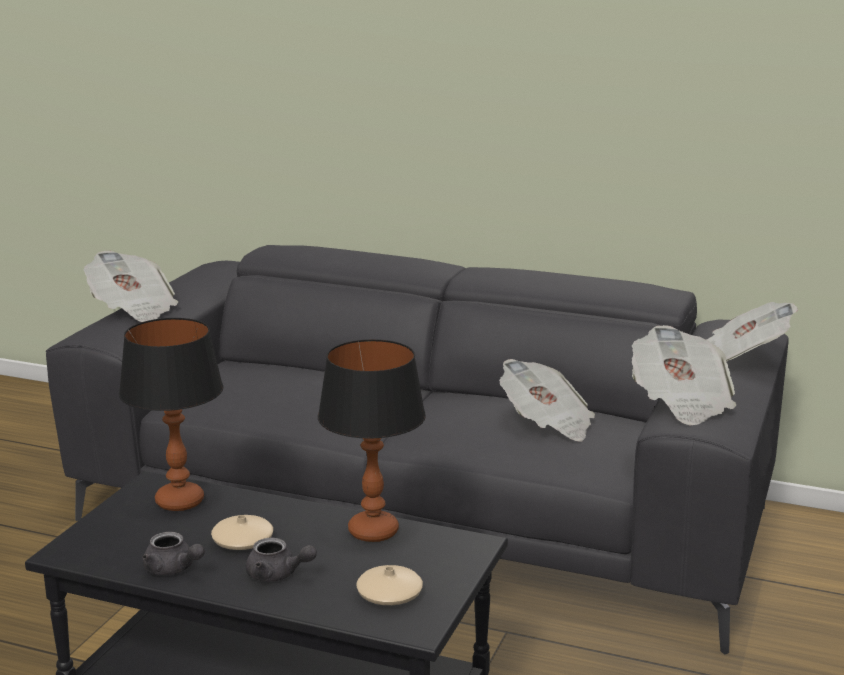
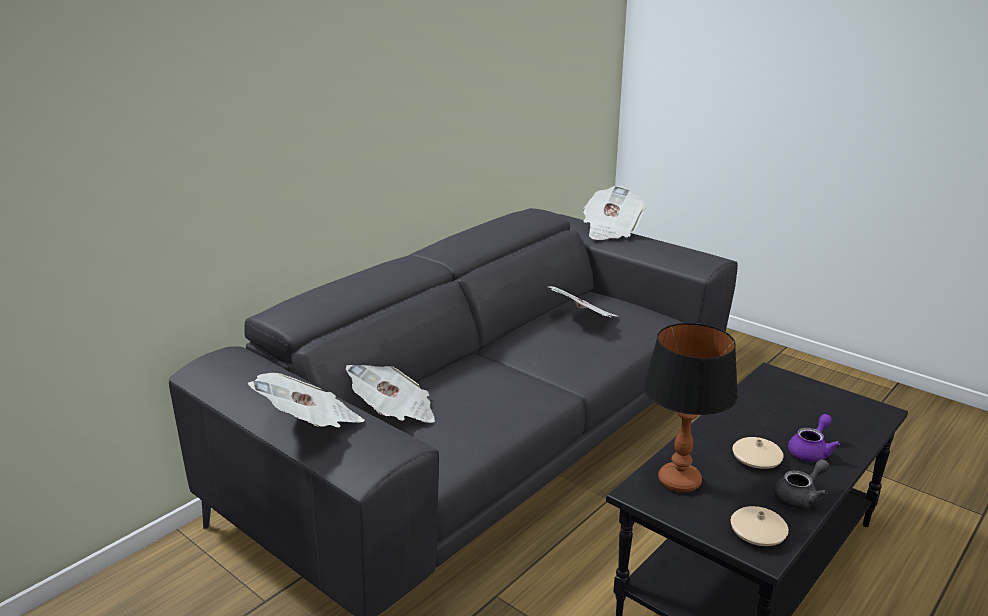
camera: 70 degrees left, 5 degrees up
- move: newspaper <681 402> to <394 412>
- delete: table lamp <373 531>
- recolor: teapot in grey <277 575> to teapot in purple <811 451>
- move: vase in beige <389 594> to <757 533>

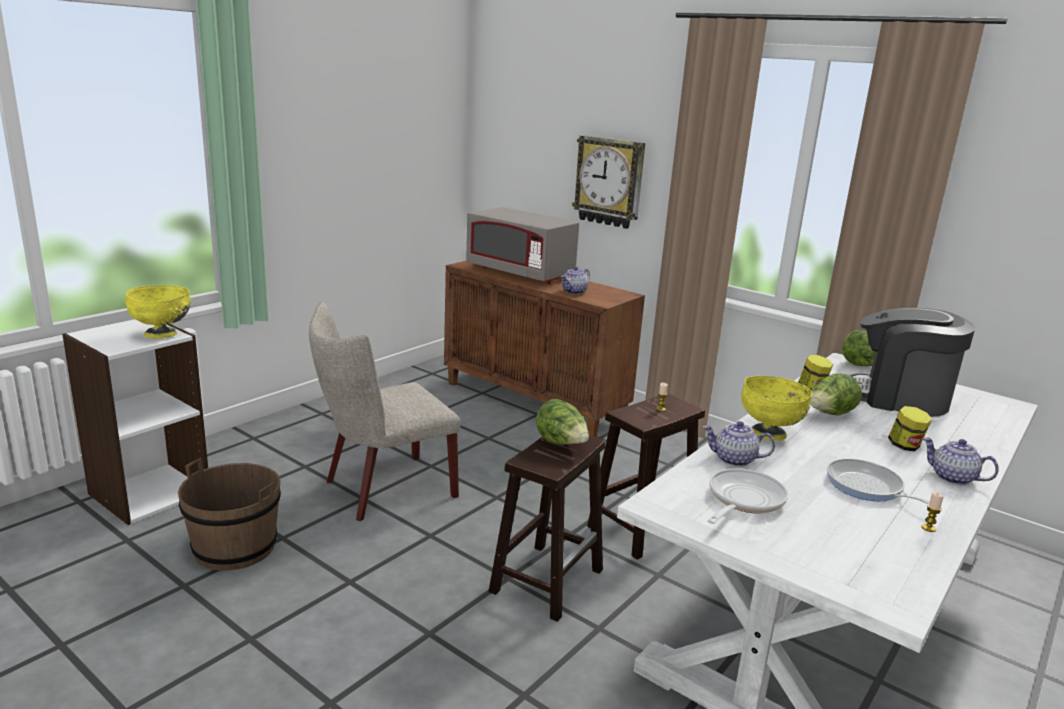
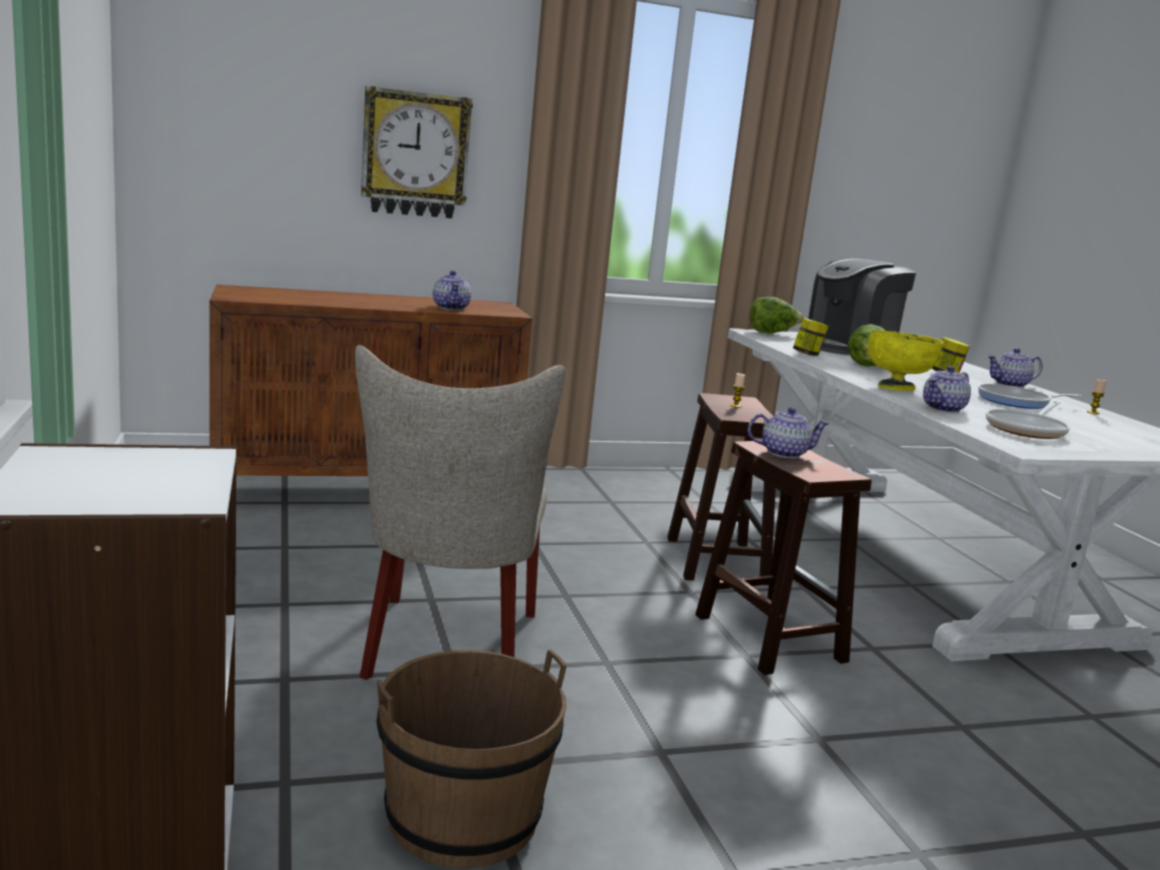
camera: 55 degrees left, 5 degrees down
- delete: microwave in grey <520 273>
- delete: bowl in yellow <162 335>
- replace: lettuce <561 444> to teapot <784 453>
- rotate: frying pan <743 500> = <1028 430> 120 degrees counterclockwise

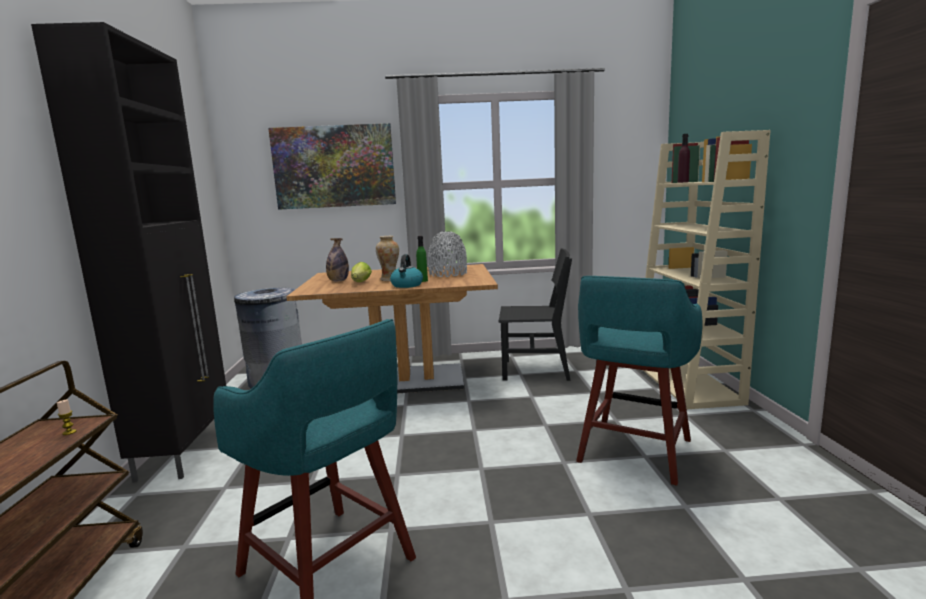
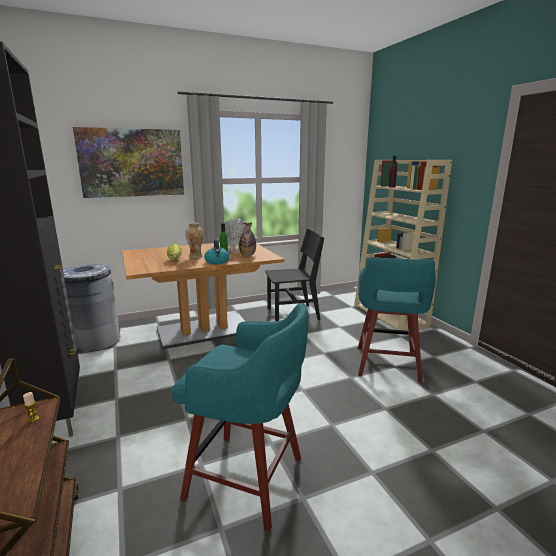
camera: 20 degrees left, 5 degrees up
- move: bottle <338 281> to <247 255>

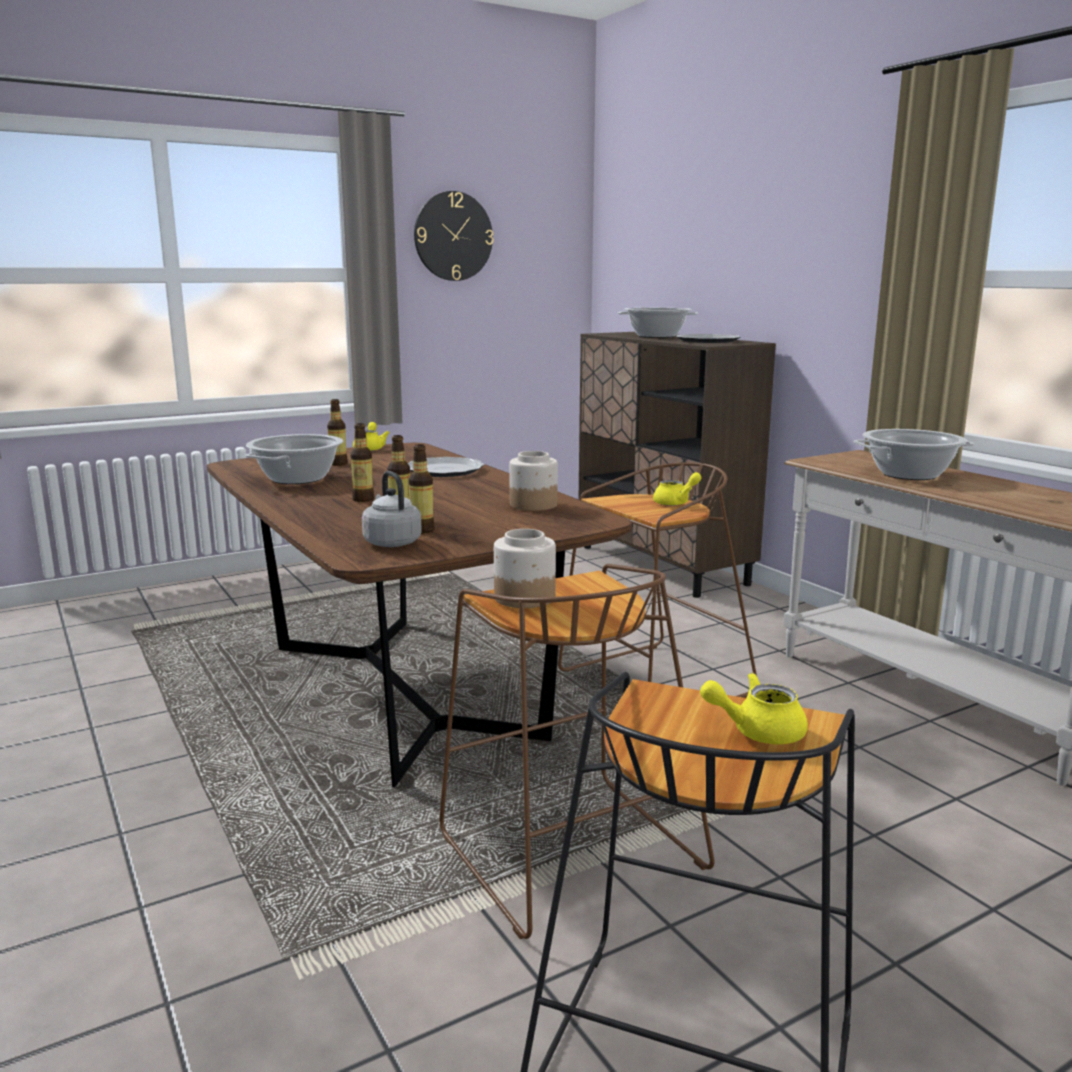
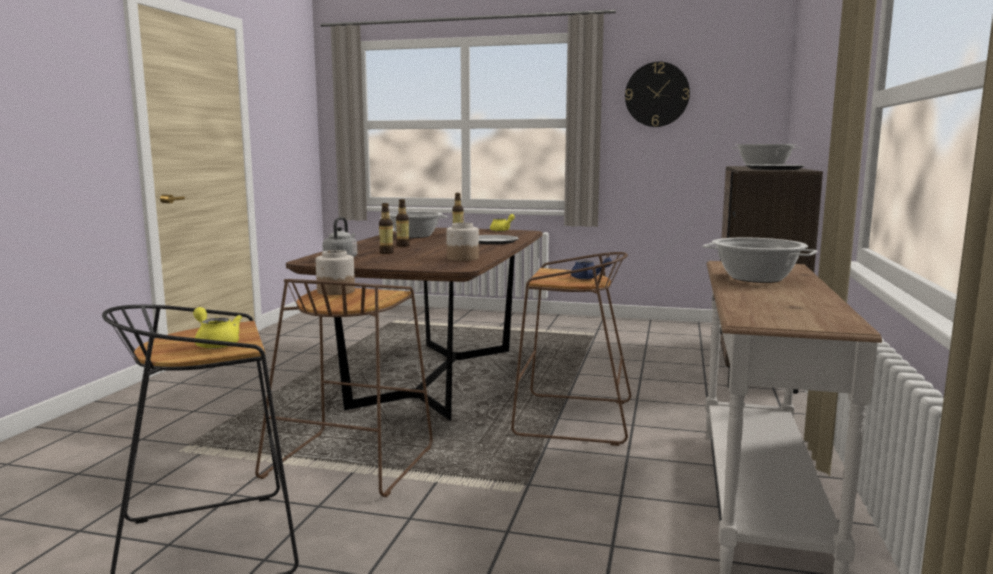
camera: 45 degrees right, 5 degrees down
- delete: bottle <422 530>
- recolor: teapot in yellow <676 502> to teapot in blue <588 278>

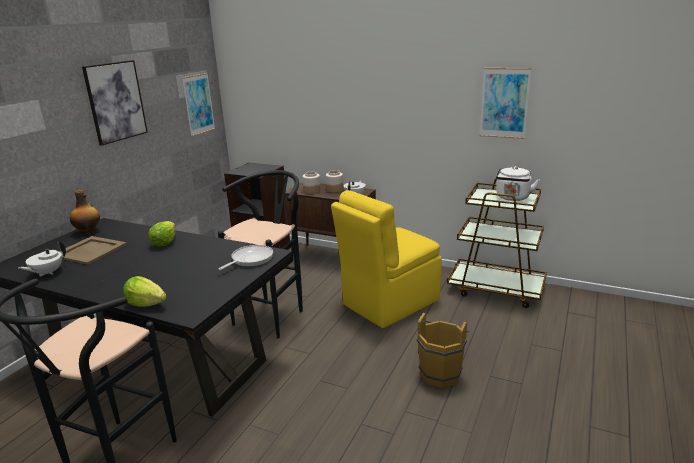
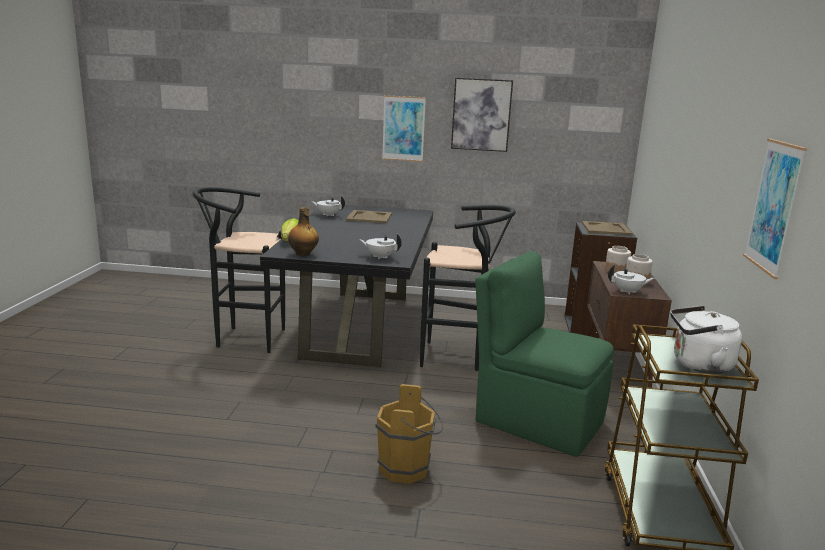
camera: 70 degrees right, 5 degrees down
- move: picture <198 104> to <403 128>
- move: bottle <88 231> to <303 254>
- recolor: chair in yellow <388 303> to chair in green <536 420>
- delete: lettuce <164 243>
- replace: frying pan <250 259> to teapot in white <380 257>
- insert: tray in beige <606 229>

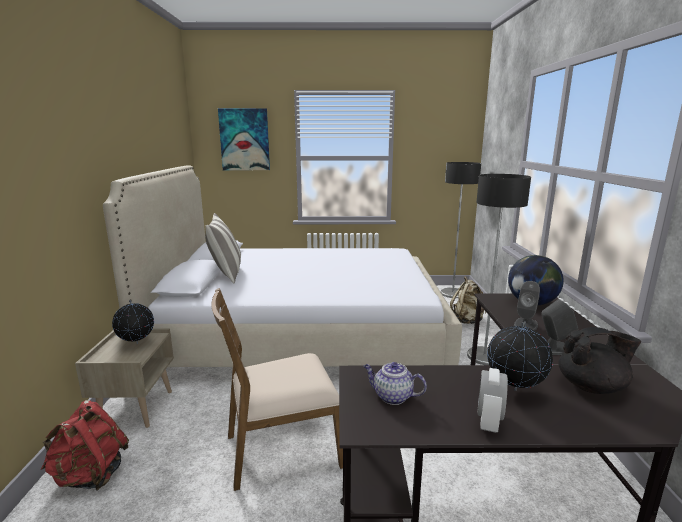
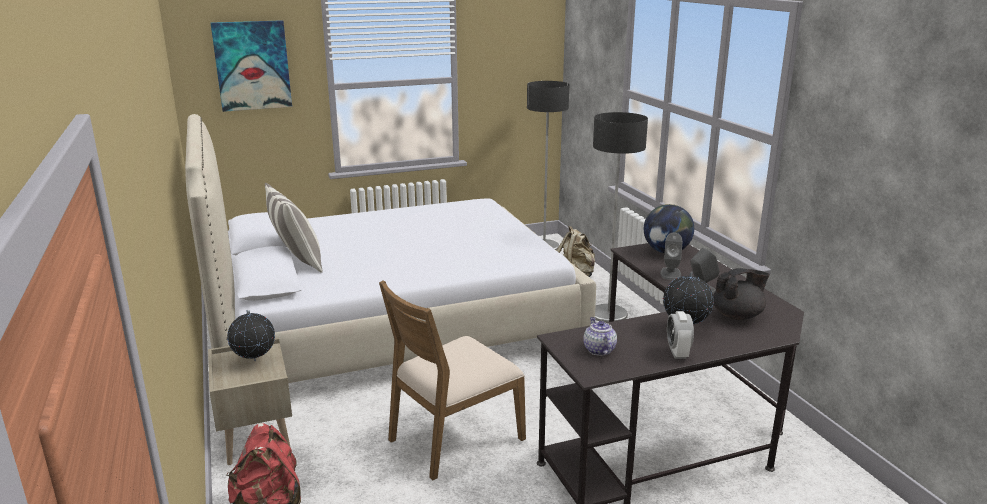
camera: 20 degrees left, 5 degrees up
- rotate: teapot <392 396> = <598 350> 75 degrees clockwise

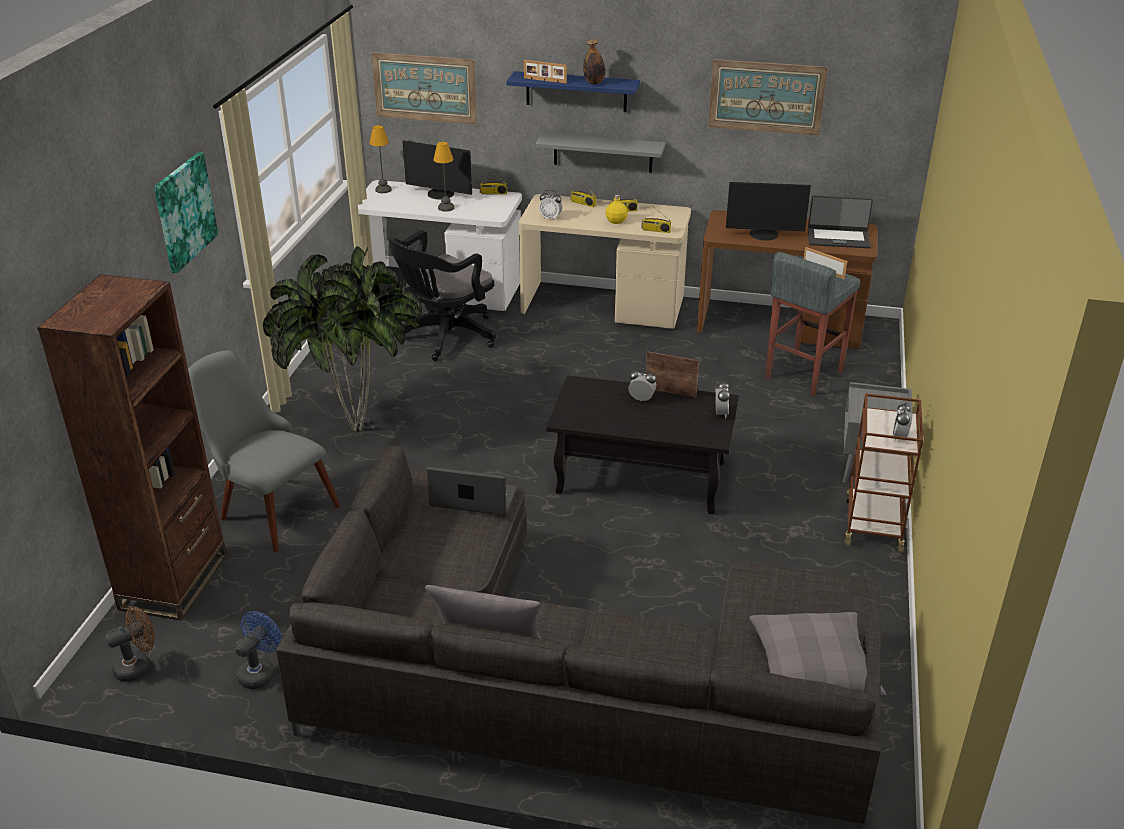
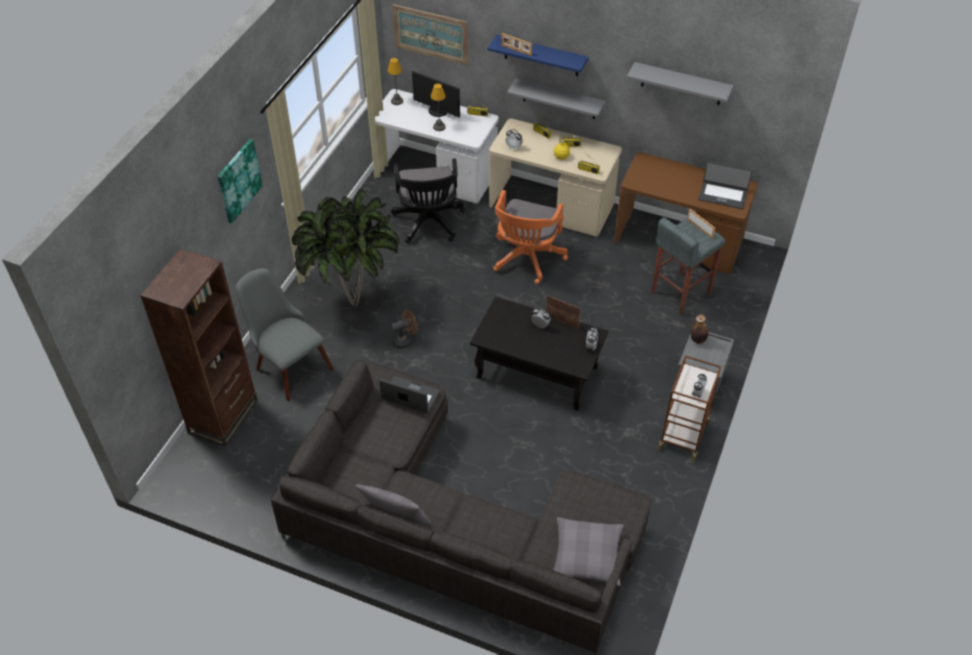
camera: 10 degrees right, 15 degrees up
- move: bottle <594 83> to <698 340>
- replace: picture <766 97> to shelf in grey <681 84>
- delete: monitor <764 235>
- rotate: office chair in black <444 337> = <429 224> 60 degrees counterclockwise
- move: fan in brown <138 666> to <405 340>
- delete: fan in blue <260 672>
- insert: office chair in orange <526 260>

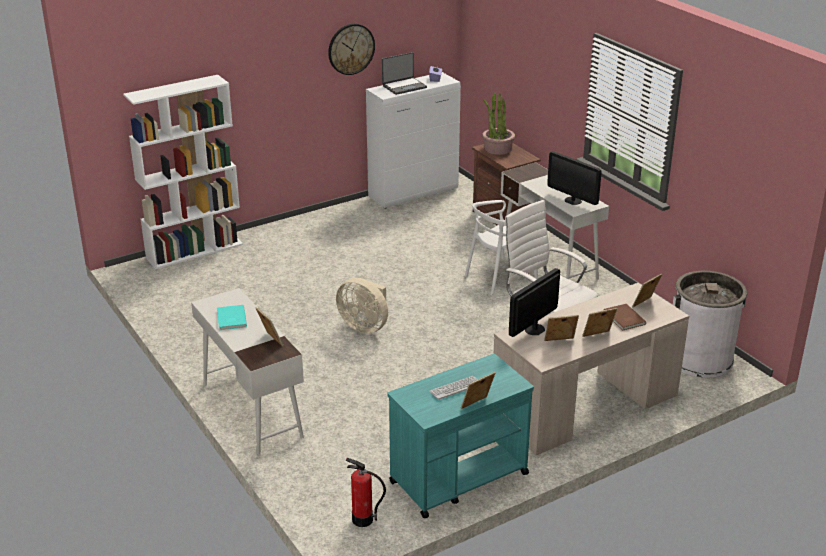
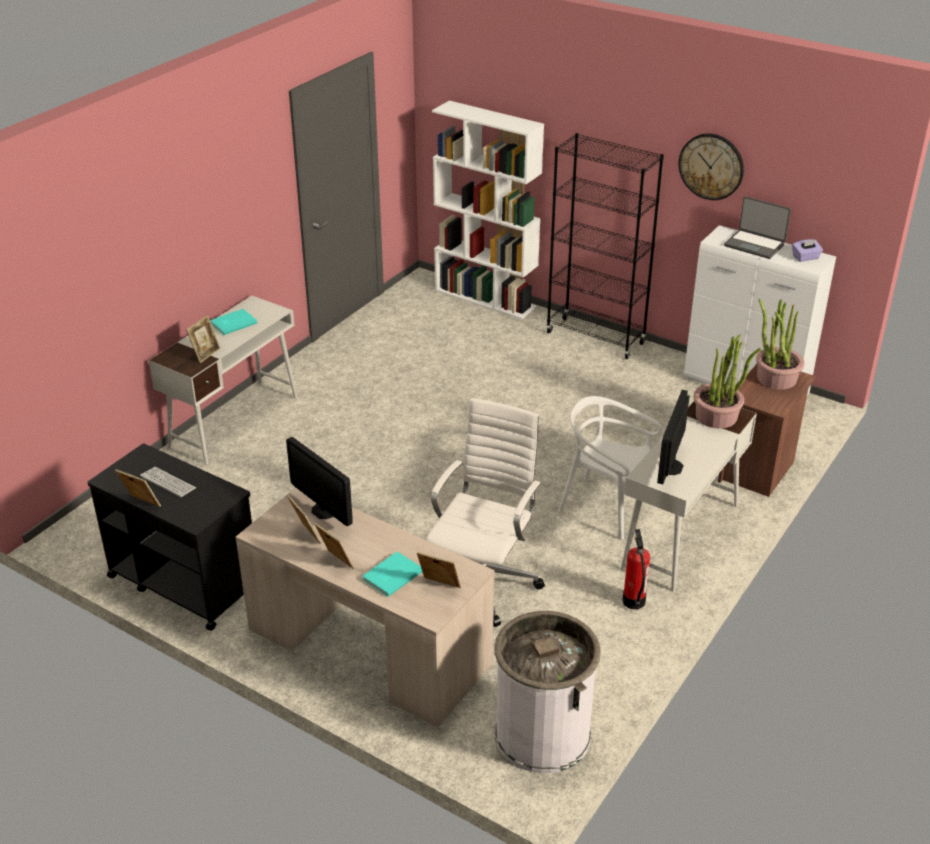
camera: 65 degrees right, 5 degrees up
- rotate: monitor <534 329> = <324 510> 150 degrees counterclockwise
- delete: fan in beige <365 326>
- recolor: book in brown <623 319> to book in turquoise <391 575>
- recolor: cart in turquoise <458 478> to cart in black <183 582>
- move: fire extinguisher <362 520> to <633 601>
- insert: bookcase in black <595 338>
- insert: potted plant <717 416>

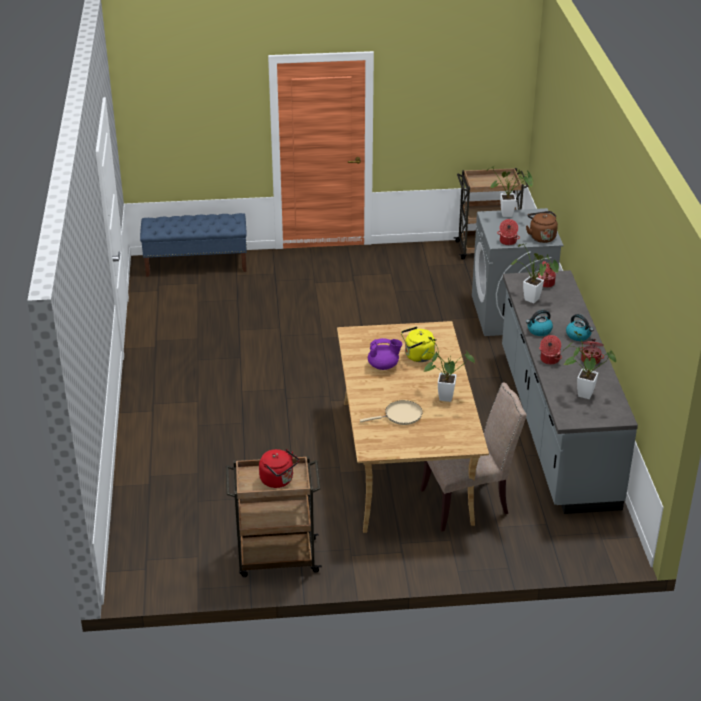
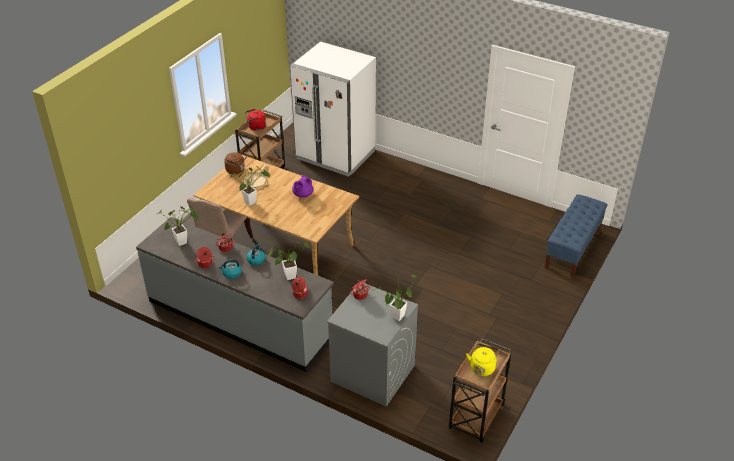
camera: 125 degrees right, 5 degrees up
- move: kettle in brown <541 237> to <236 170>
- move: kettle in yellow <417 356> to <482 367>
- insert: fridge in white <335 155>

